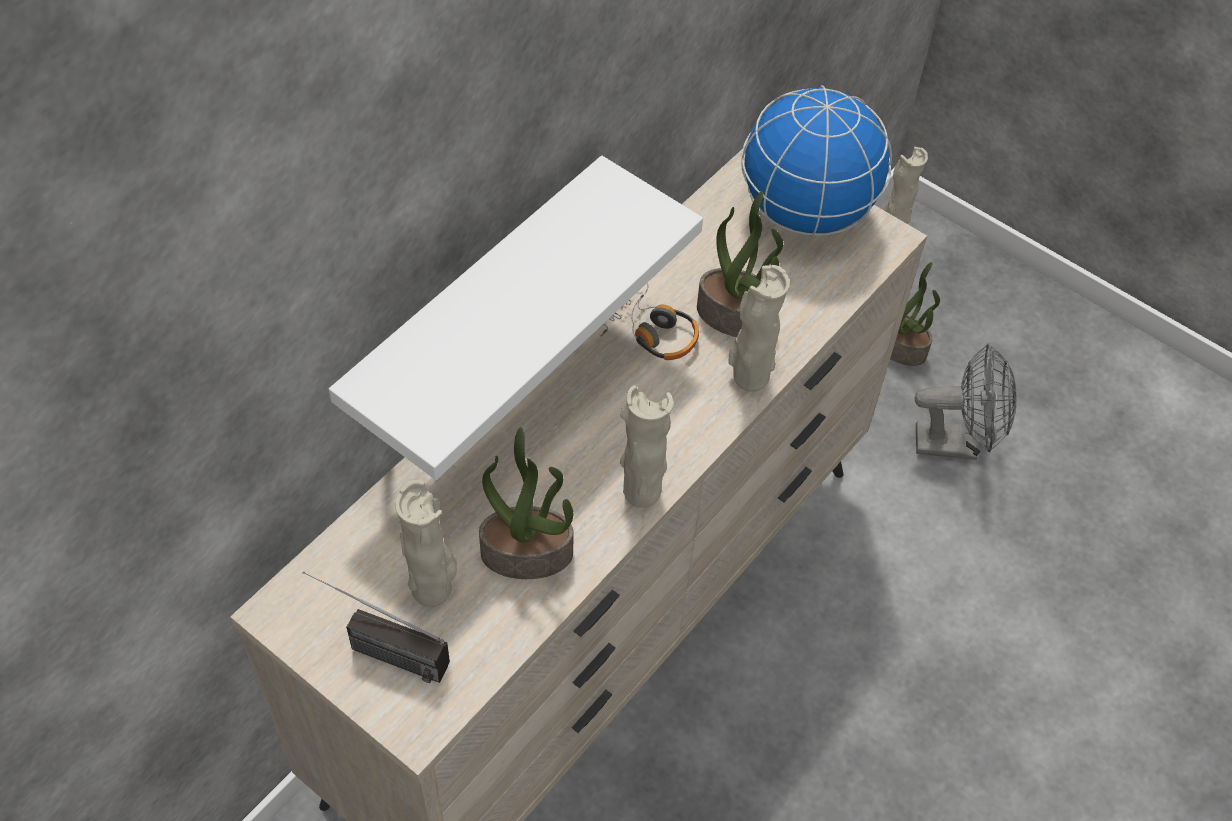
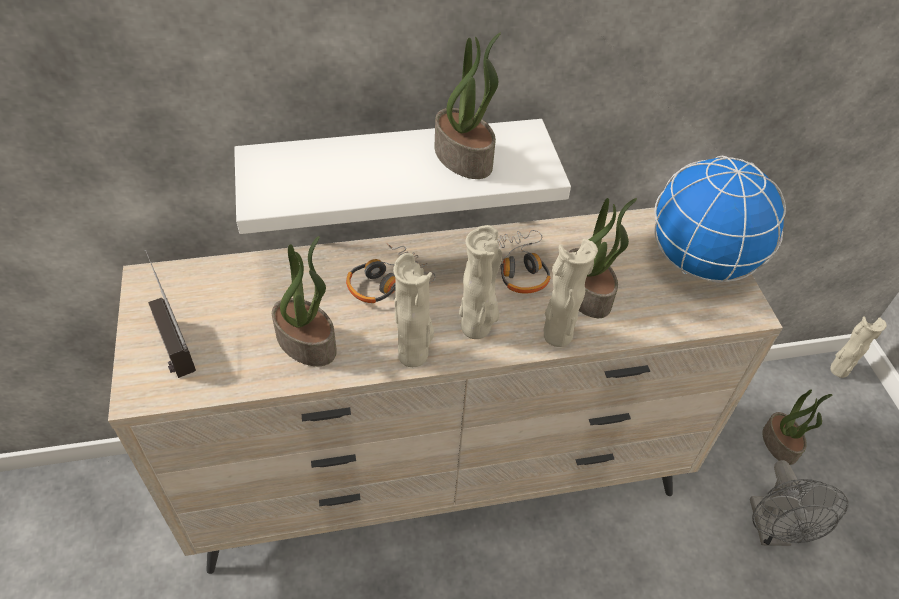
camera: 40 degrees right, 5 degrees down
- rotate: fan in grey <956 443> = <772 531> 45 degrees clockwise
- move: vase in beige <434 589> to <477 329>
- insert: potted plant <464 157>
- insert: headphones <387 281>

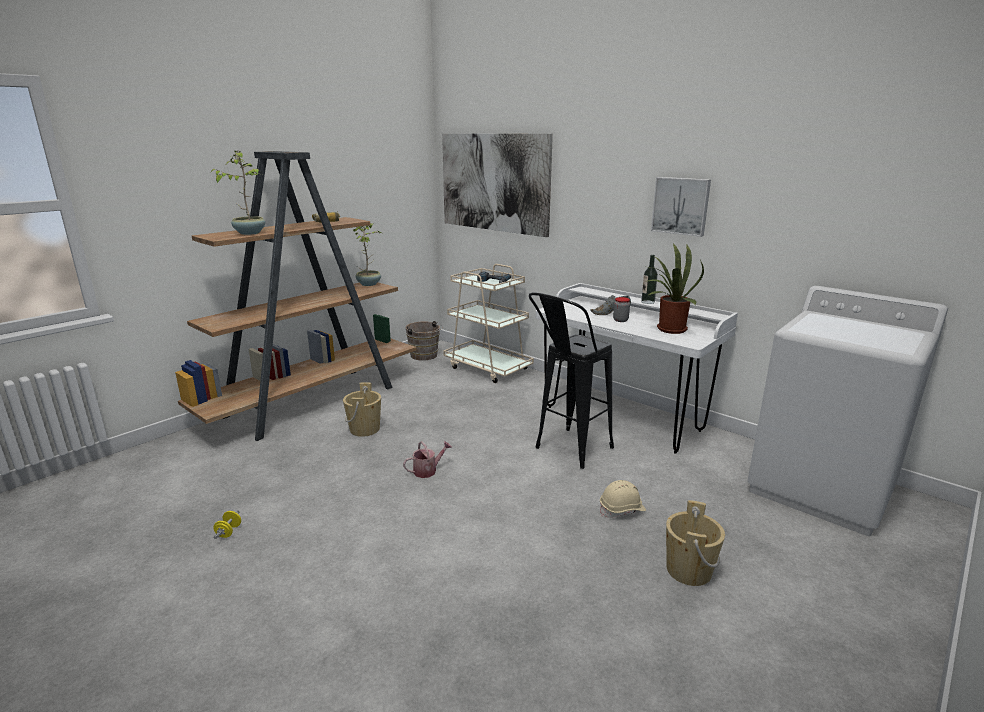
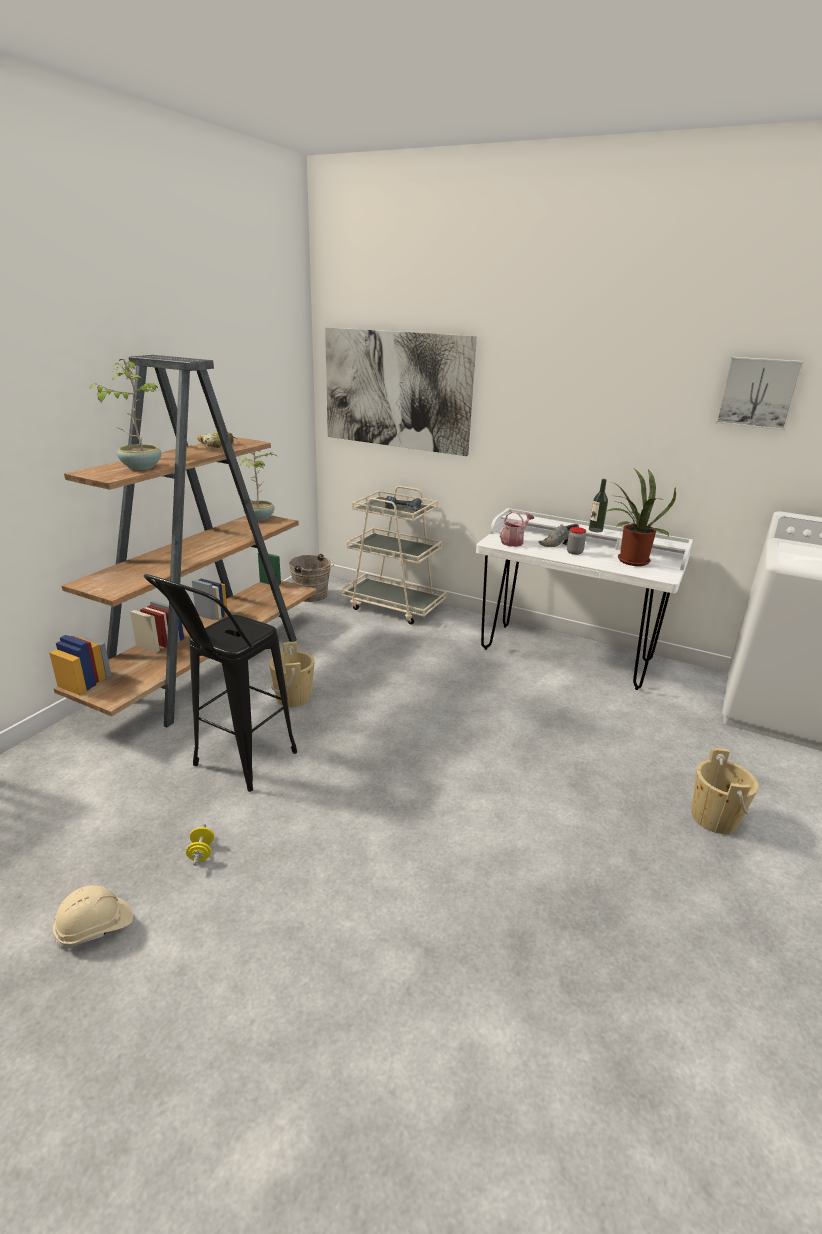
camera: 15 degrees left, 5 degrees up
- move: picture <681 206> to <758 393>
- move: stool in black <567 452> to <235 767>
- move: watering can <428 470> to <514 542>
- move: hard hat in beige <622 510> to <95 927>

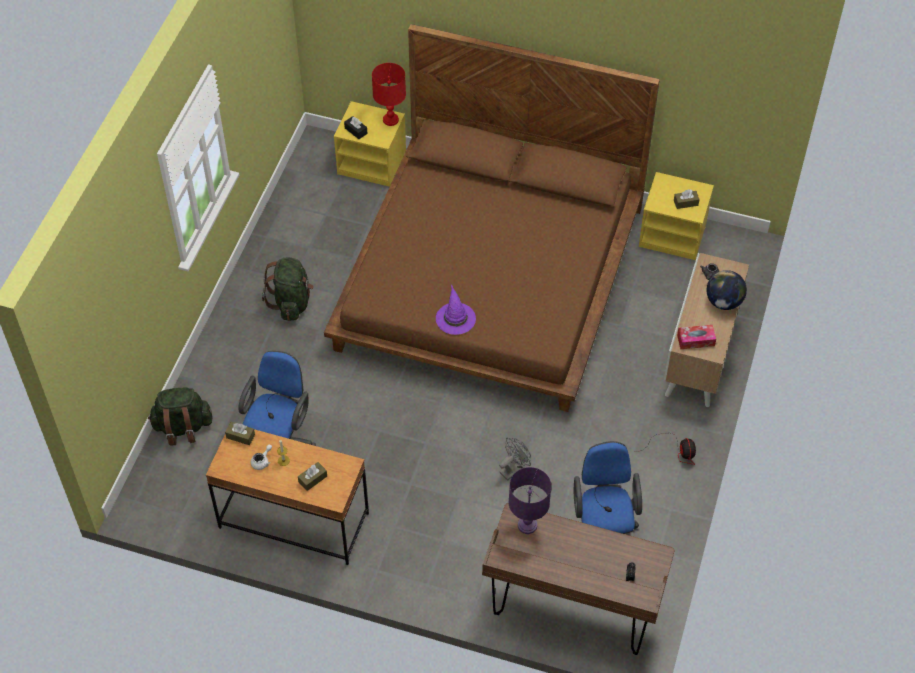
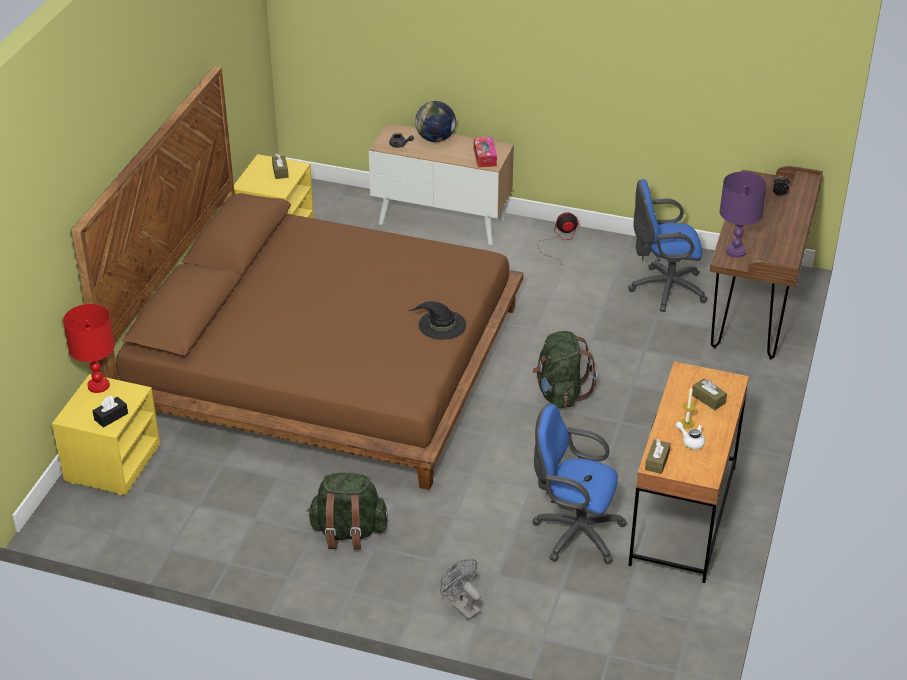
camera: 90 degrees left, 15 degrees down
- recolor: hat in purple <455 318> to hat in black <441 325>
- move: backpack in green <183 427> to <560 393>
- move: fan in grey <513 469> to <462 606>

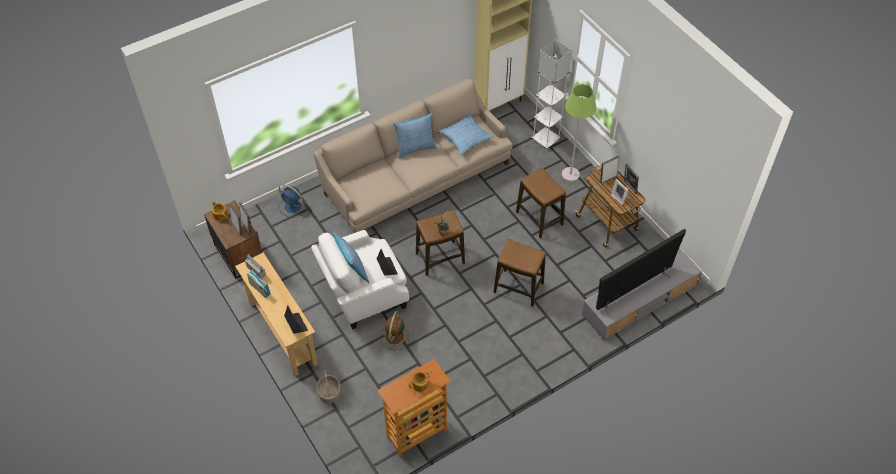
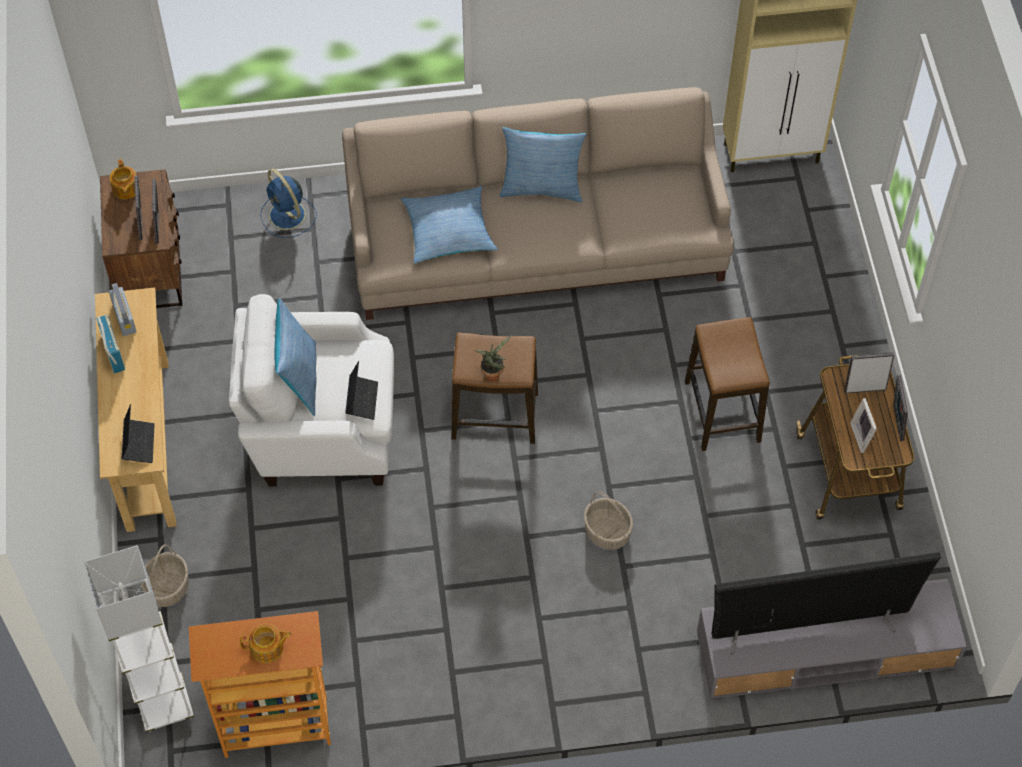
camera: 25 degrees right, 5 degrees up
- move: floor lamp in white <545 140> to <164 705>
- delete: floor lamp in green <570 174>
- move: pillow <465 138> to <448 231>
- replace: stool <518 288> to basket <608 532>
- delete: fan in brown <394 337>

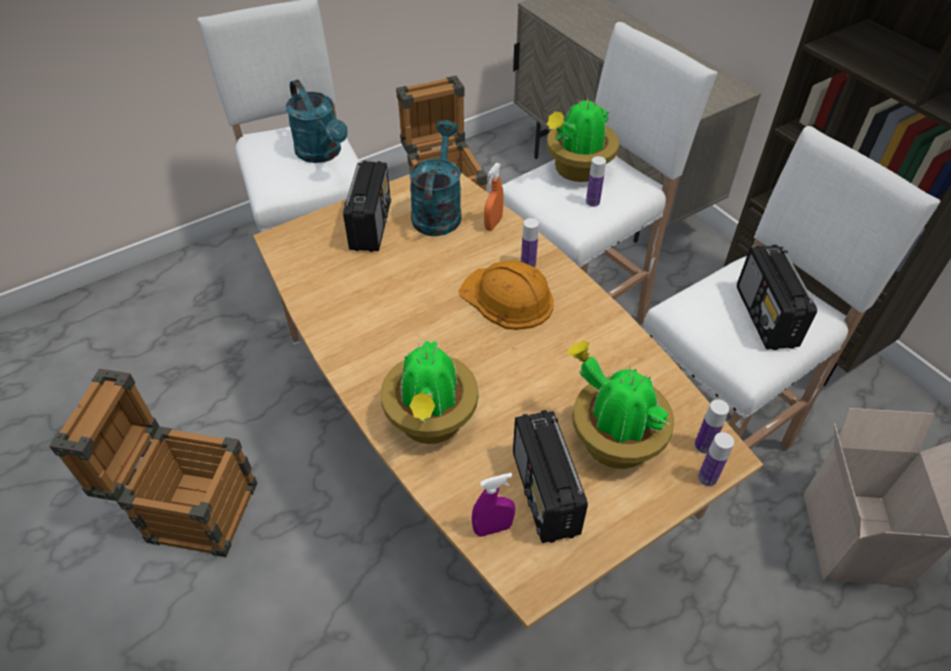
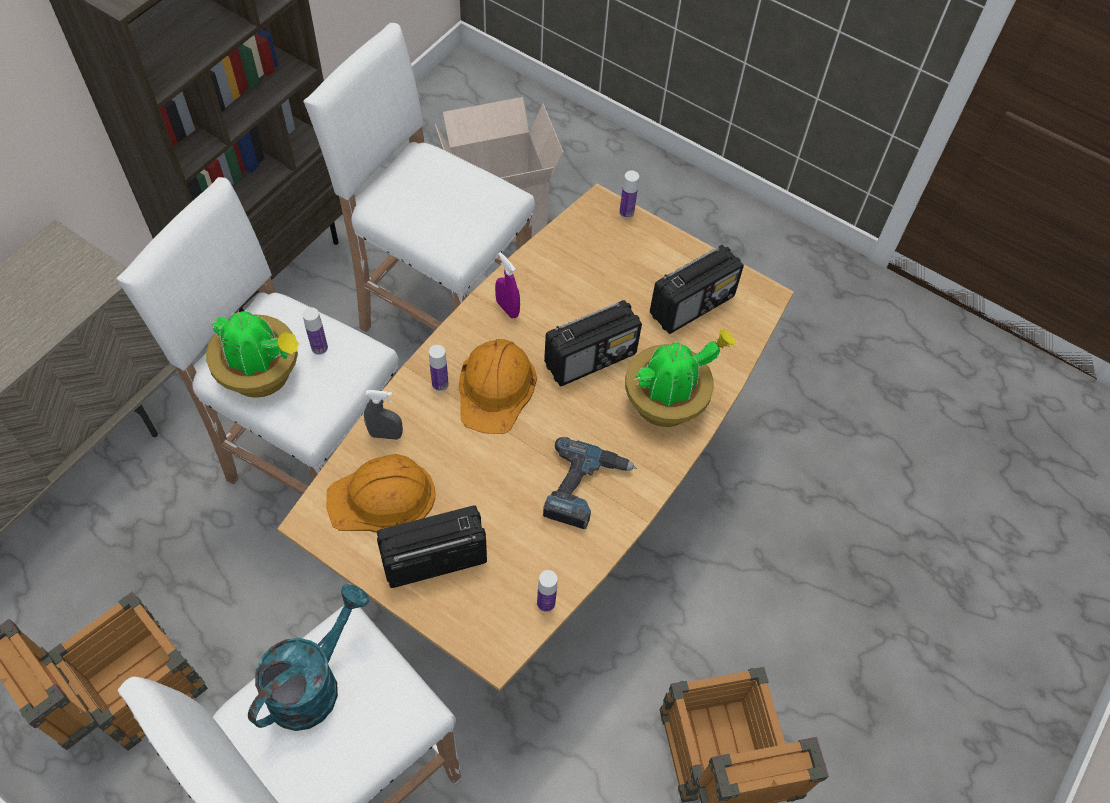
camera: 115 degrees left, 10 degrees up
- replace: watering can in turquoise <438 211> to hard hat in orange <382 498>
- recolor: spray bottle in orange <493 223> to spray bottle in grey <385 434>
- move: radio <766 317> to <591 358>
- delete: potted plant <613 440>
- move: bottle <703 445> to <546 603>
- move: spray bottle in purple <493 528> to <507 309>
- insert: power drill <584 488>

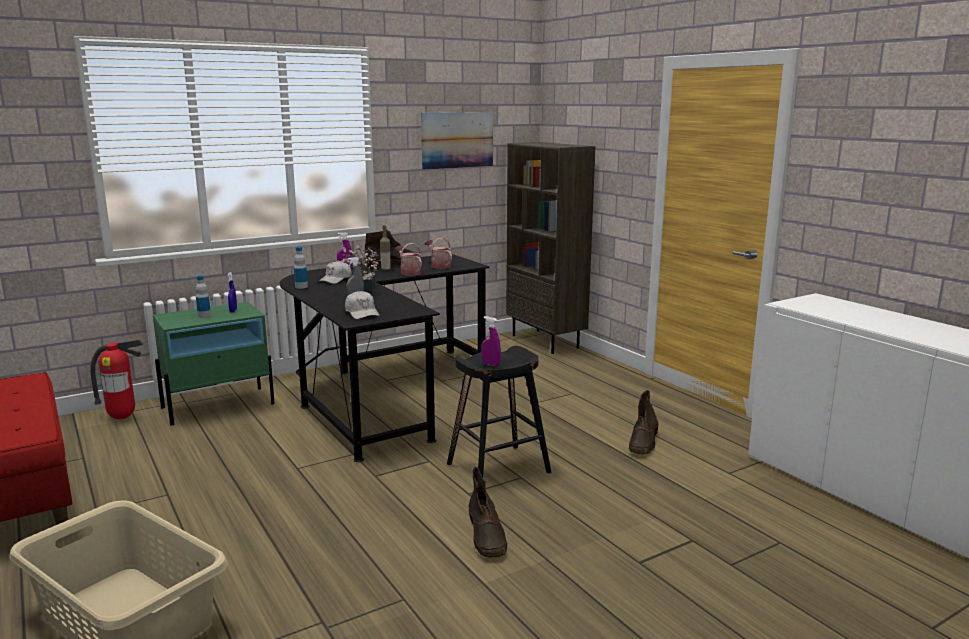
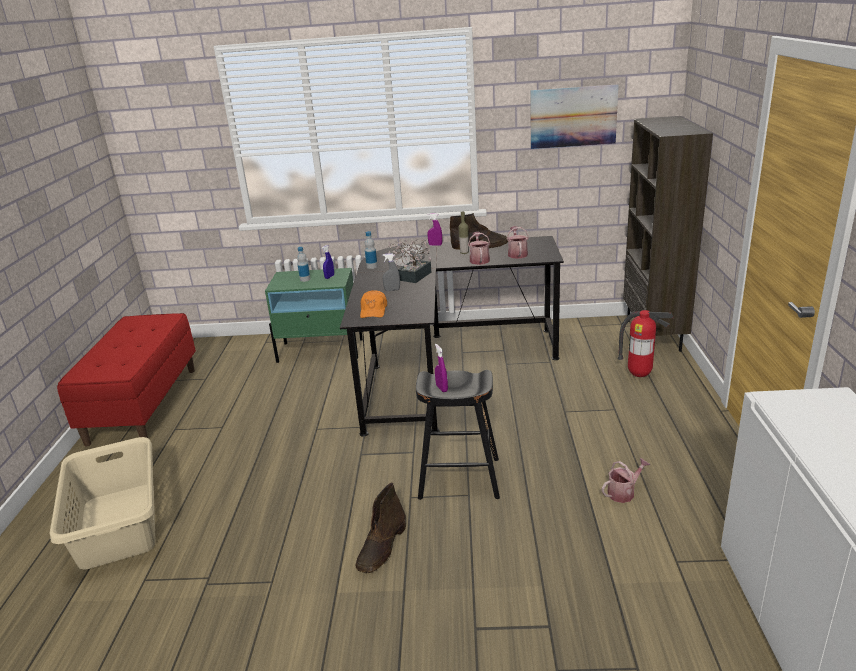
camera: 35 degrees right, 10 degrees up
- recolor: cap in white <362 313> to cap in orange <374 310>
- move: fire extinguisher <122 417> to <639 375>
- replace: boot in brown <643 442> to watering can <623 492>

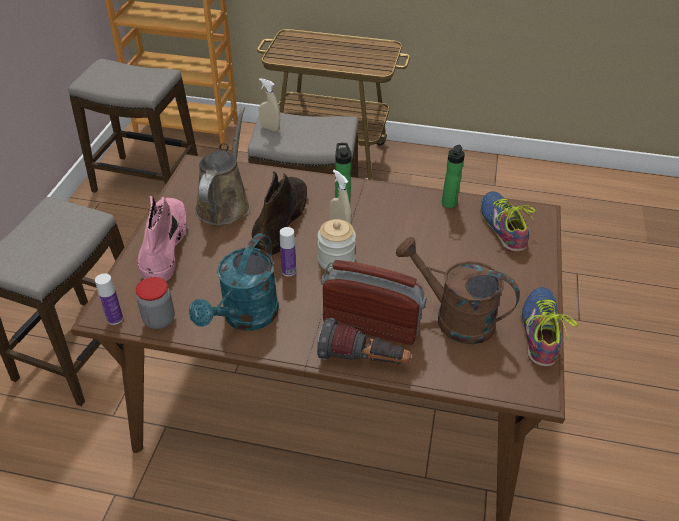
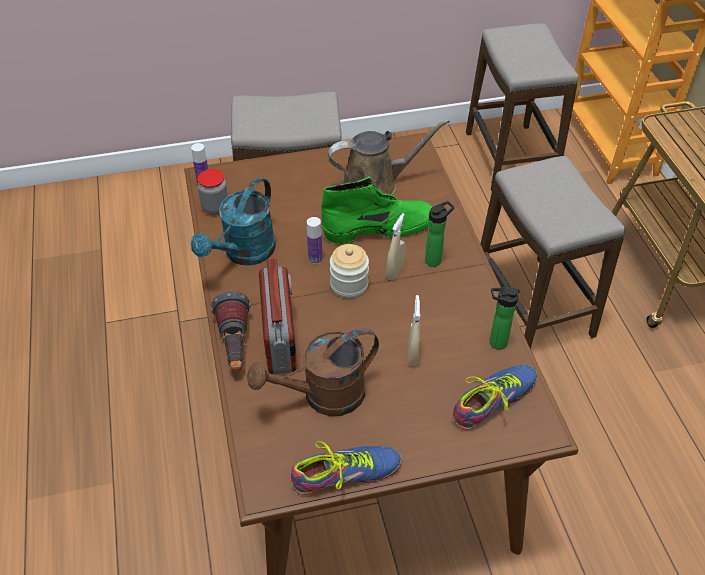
camera: 65 degrees right, 5 degrees up
- move: spray bottle in beige <270 128> to <413 355>
- recolor: boot in brown <281 219> to boot in green <380 227>
- delete: boot in pink <165 243>
- rotate: watering can in turquoise <245 318> = <244 254> 60 degrees counterclockwise
- rotate: watering can in brown <454 318> = <323 397> 120 degrees counterclockwise

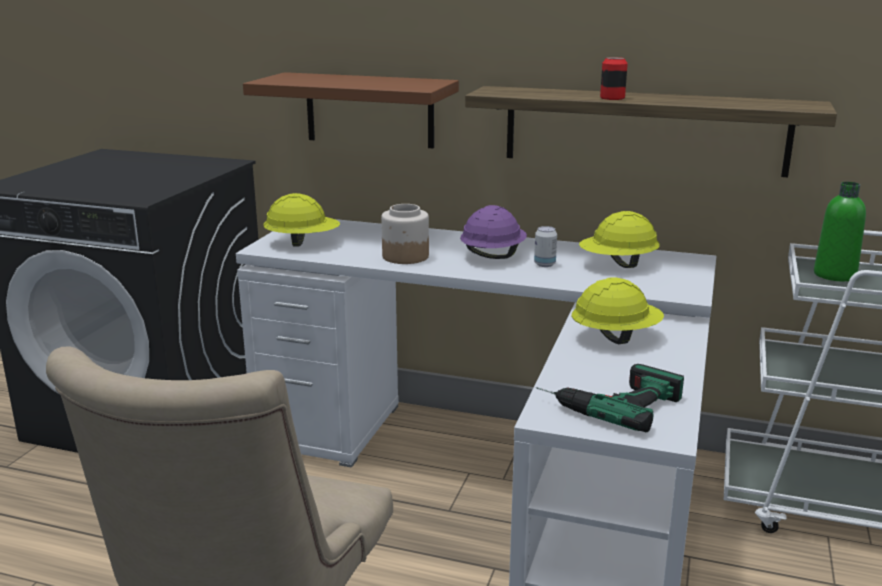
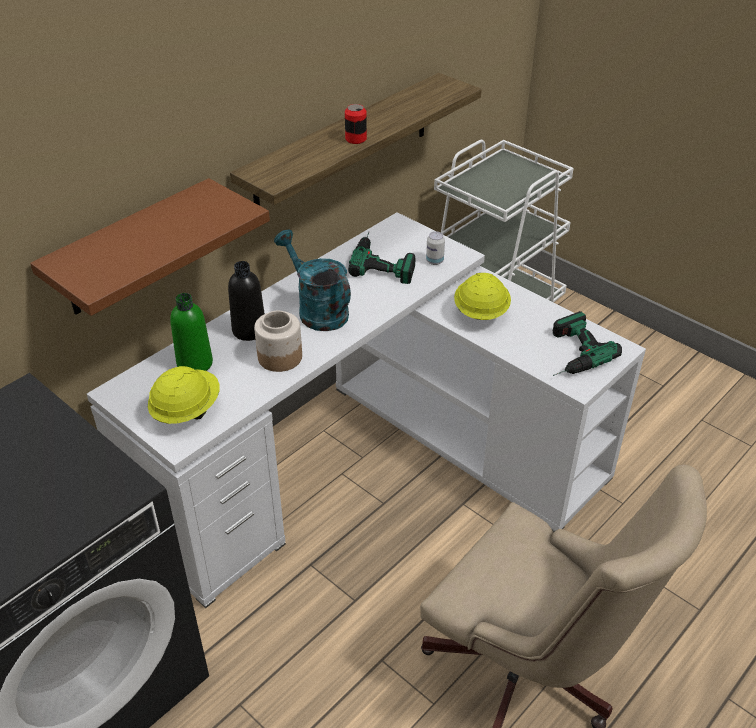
camera: 65 degrees left, 20 degrees up
- move: bottle in green <834 275> to <195 363>
- replace: hard hat in purple <492 256> to watering can in turquoise <317 310>
- replace: hard hat in yellow <618 265> to power drill <384 260>
- move: can <544 264> to <434 261>
- insert: bottle in black <249 330>

